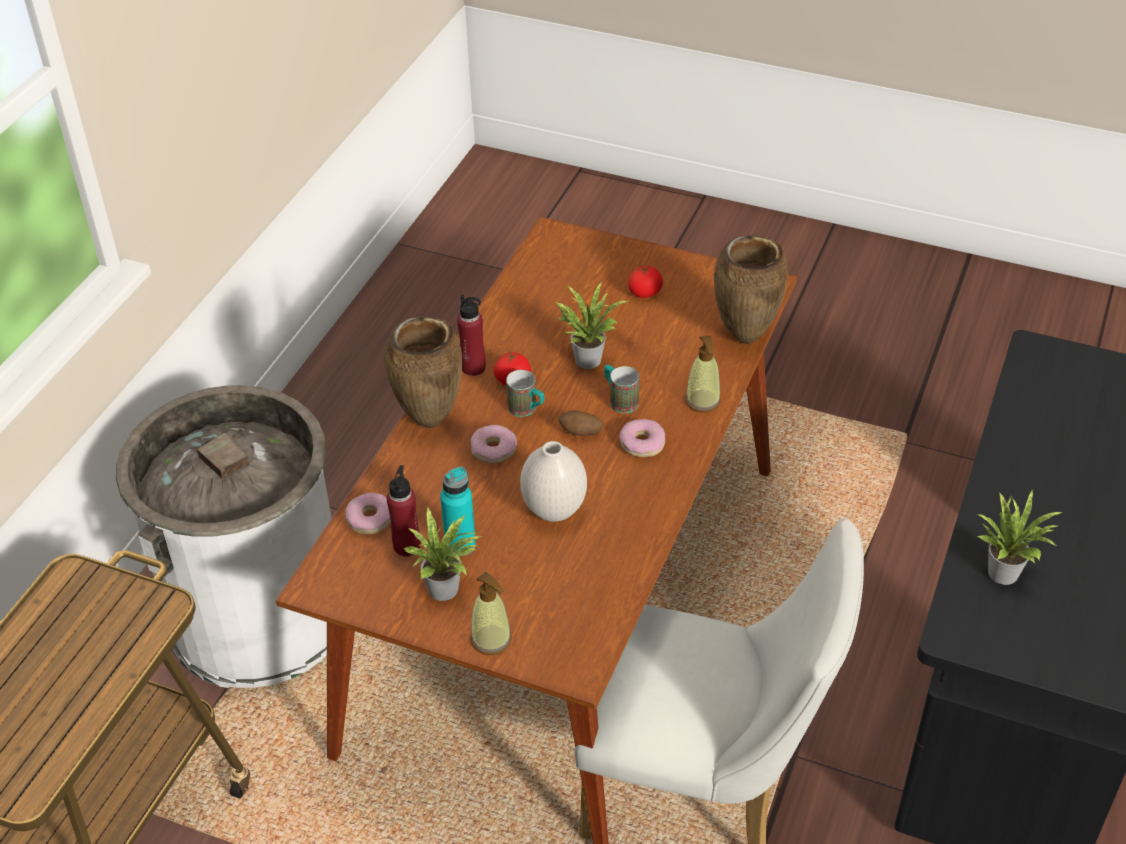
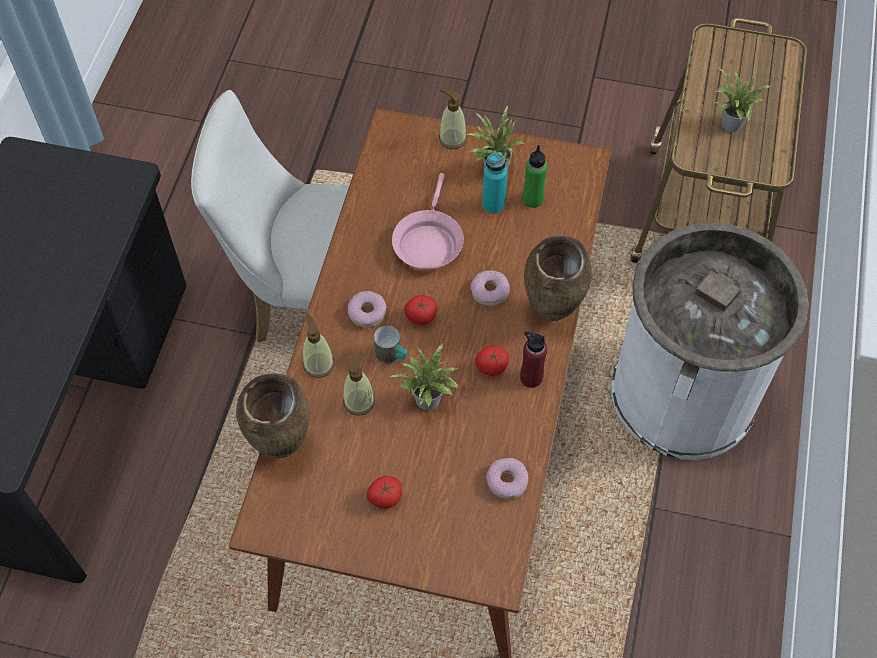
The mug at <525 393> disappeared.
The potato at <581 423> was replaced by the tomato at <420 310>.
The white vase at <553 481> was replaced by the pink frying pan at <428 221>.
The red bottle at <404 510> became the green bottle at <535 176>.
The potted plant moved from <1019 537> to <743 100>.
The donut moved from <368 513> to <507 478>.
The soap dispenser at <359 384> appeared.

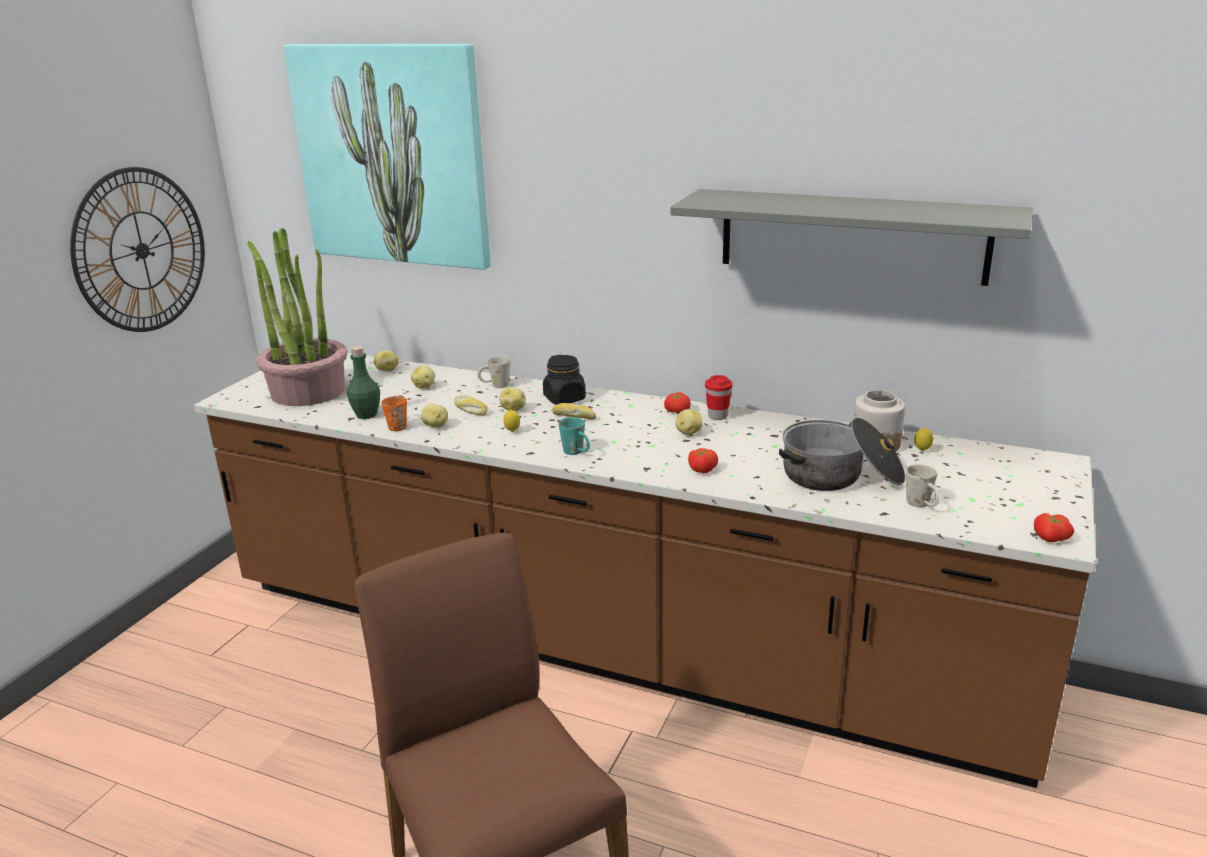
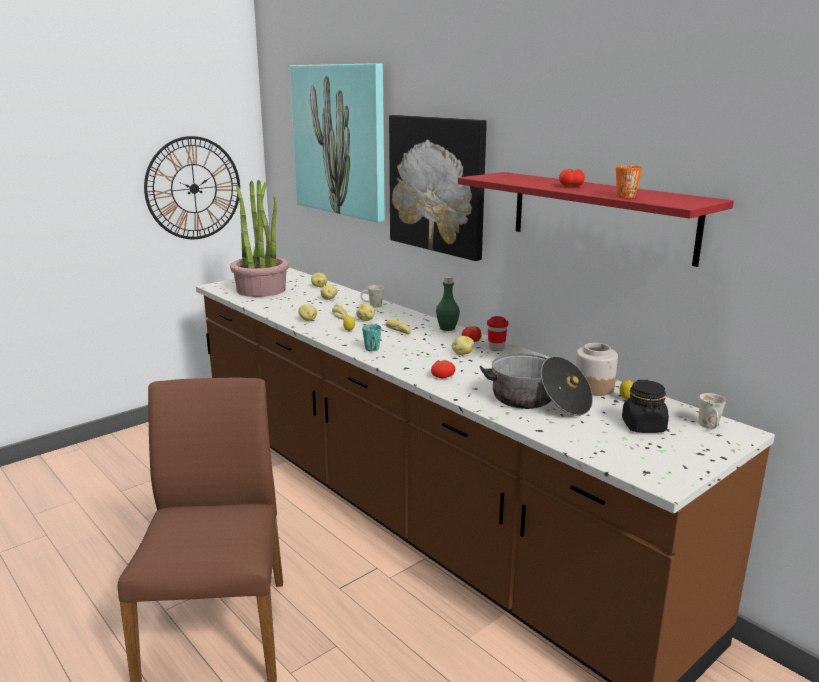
The grey shelf at <851 237> became the red shelf at <596 219>.
The green bottle moved from <363 382> to <448 303>.
The black jar moved from <564 380> to <645 406>.
The orange mug moved from <394 413> to <629 181>.
The white mug moved from <922 485> to <712 411>.
The tomato moved from <1054 527> to <572 178>.
The picture at <438 188> appeared.

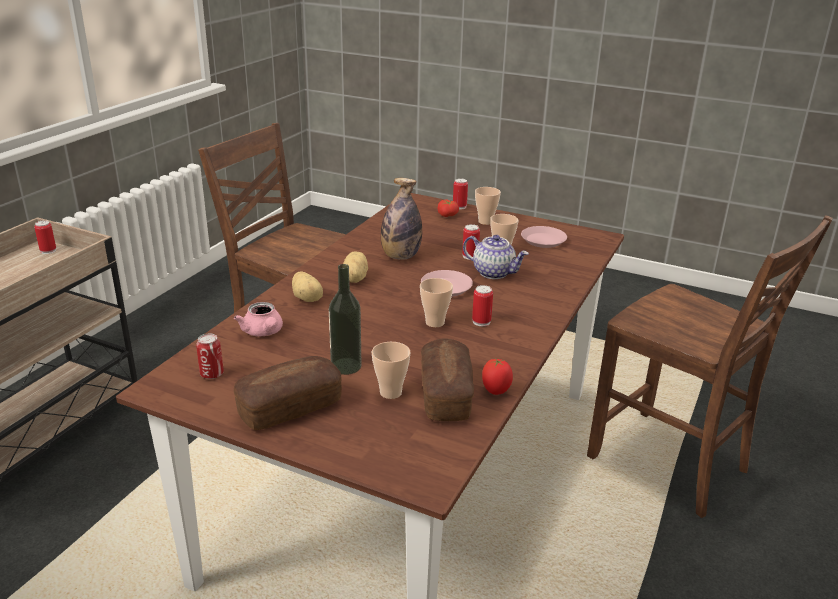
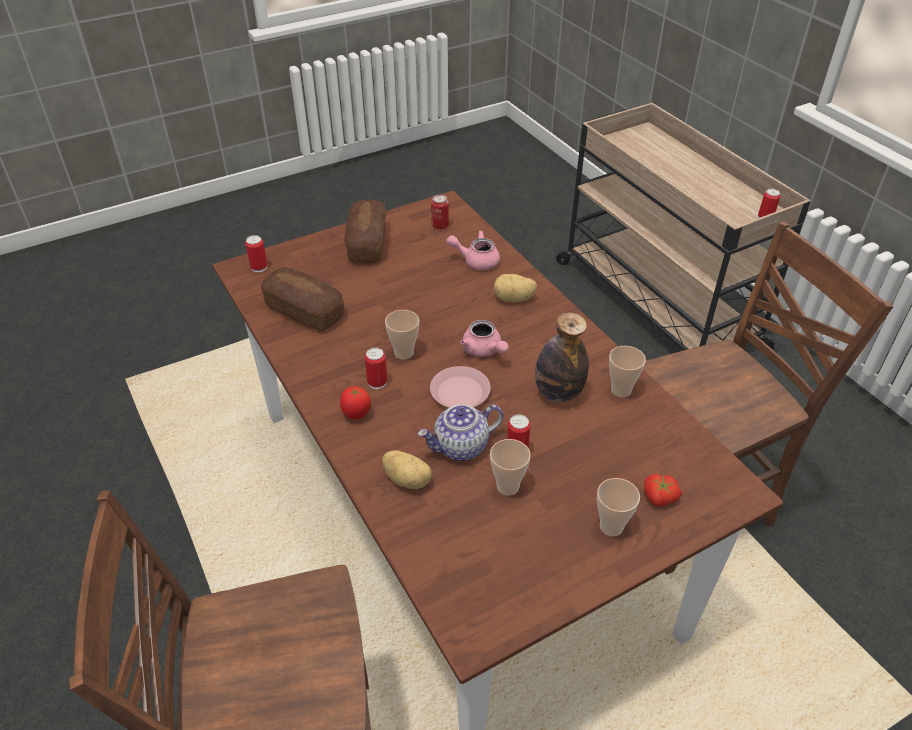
The can moved from <460 193> to <256 253>.
The pink plate at <544 237> disappeared.
The potato moved from <355 267> to <407 469>.
The bottle at <345 319> disappeared.
The cup moved from <391 370> to <627 371>.
The tomato moved from <497 376> to <355 403>.
The pink teapot at <485 338> appeared.

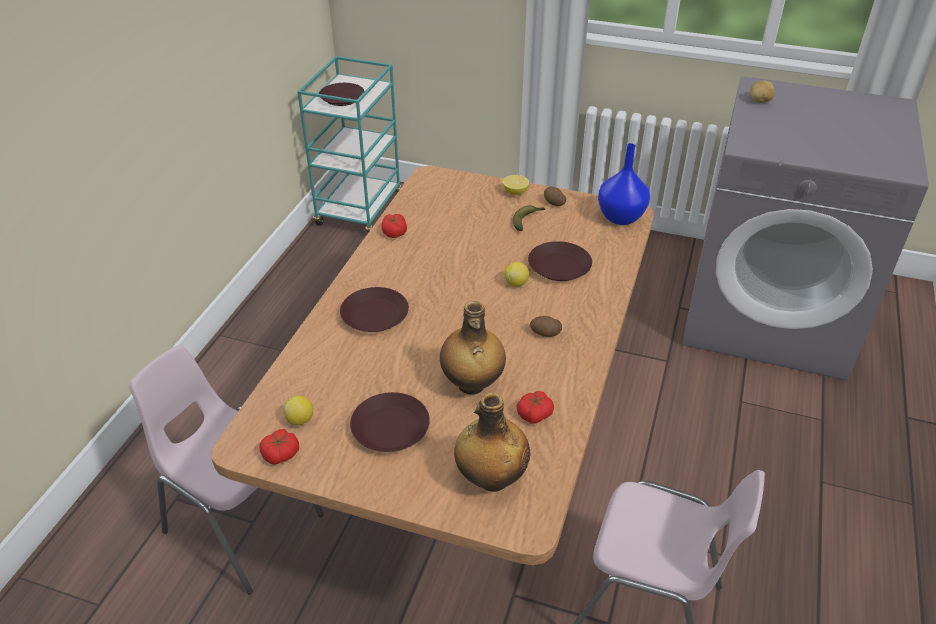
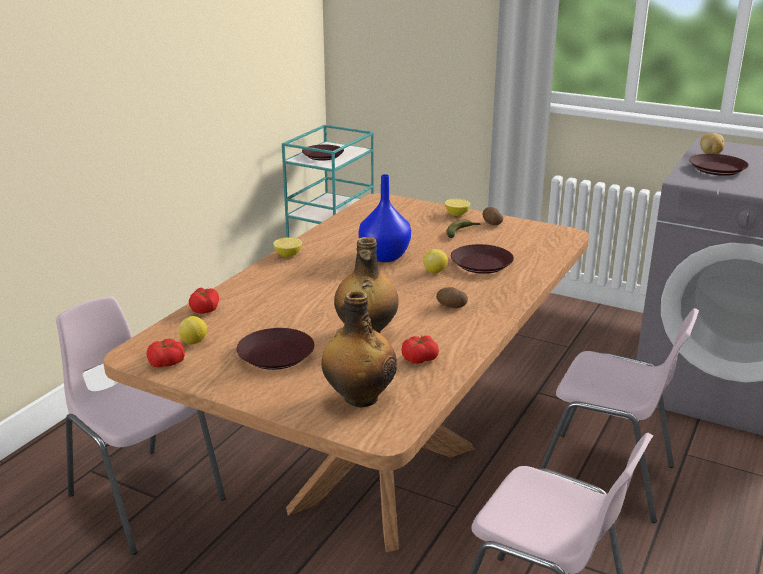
The blue vase moved from <624 184> to <384 218>.
The tomato moved from <394 226> to <204 300>.
The brown plate moved from <374 309> to <719 165>.
The lemon at <287 247> appeared.
The pink chair at <619 415> appeared.

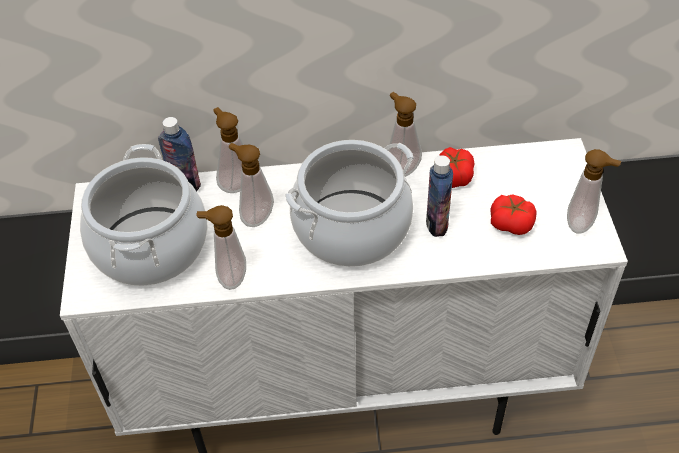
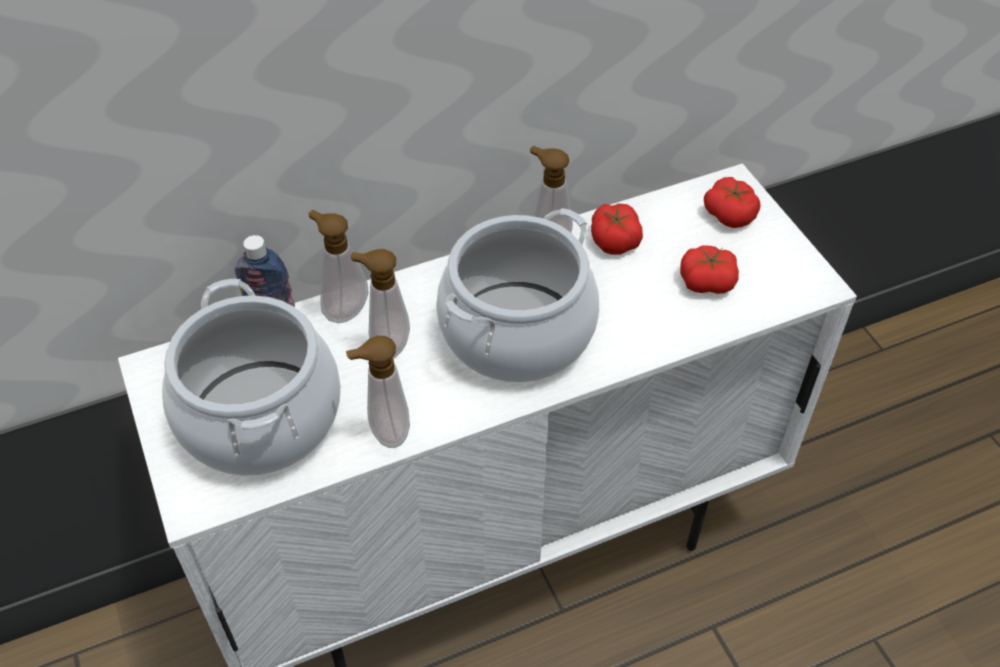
The soap dispenser at <594 191> disappeared.
The bottle at <439 196> disappeared.
The tomato at <732 202> appeared.

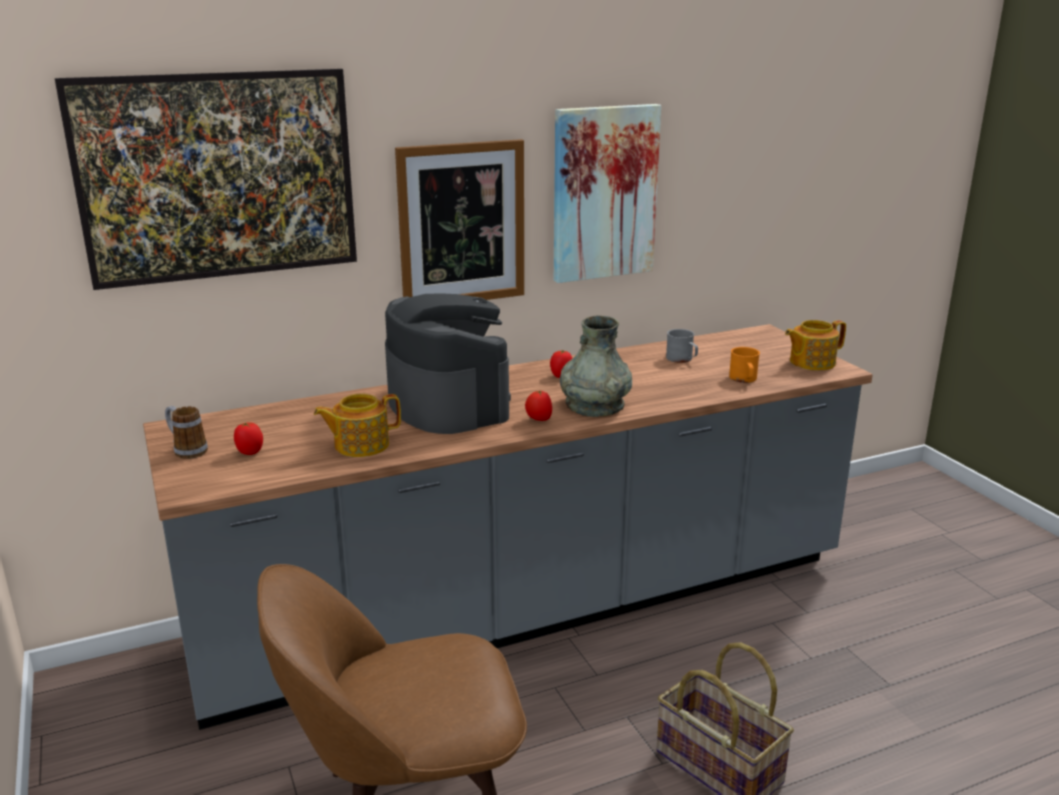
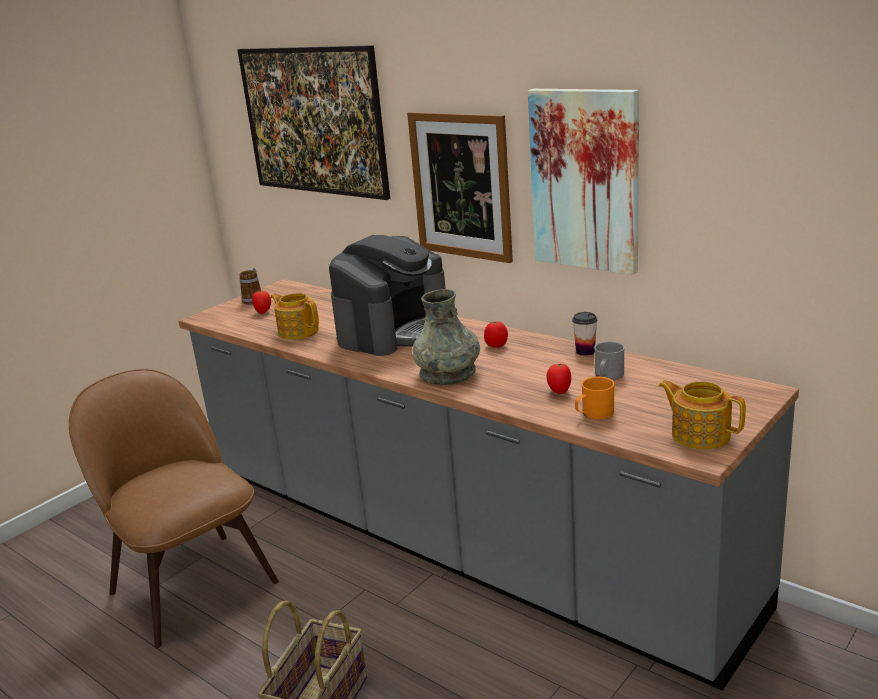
The tomato moved from <538 406> to <559 378>.
The cup at <584 334> appeared.

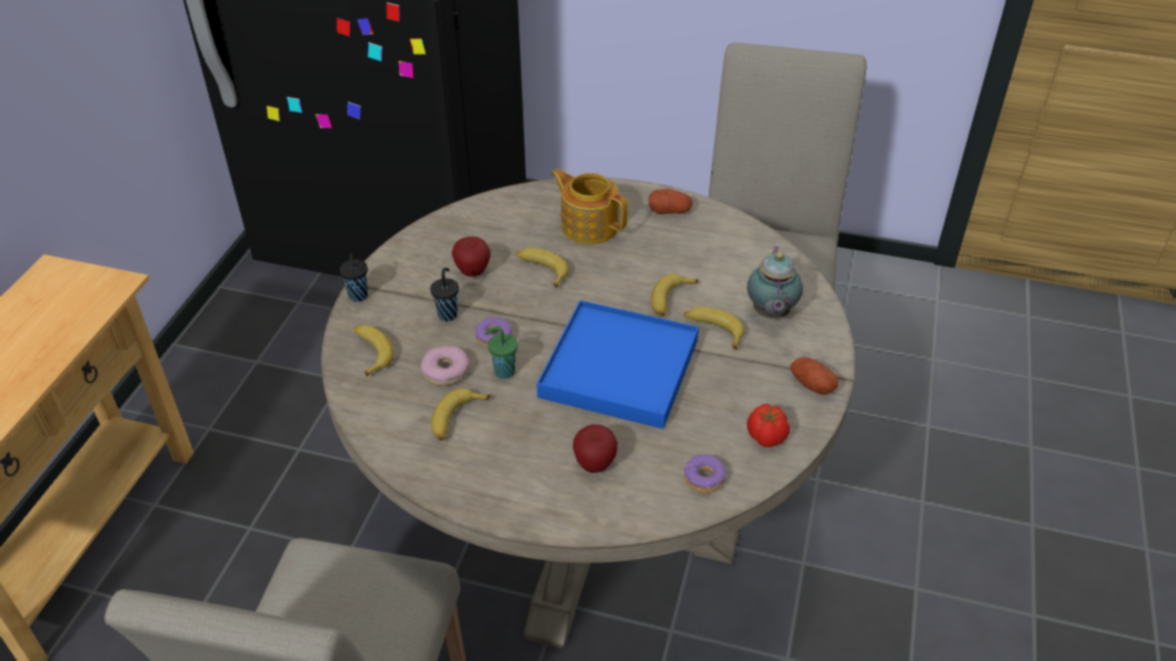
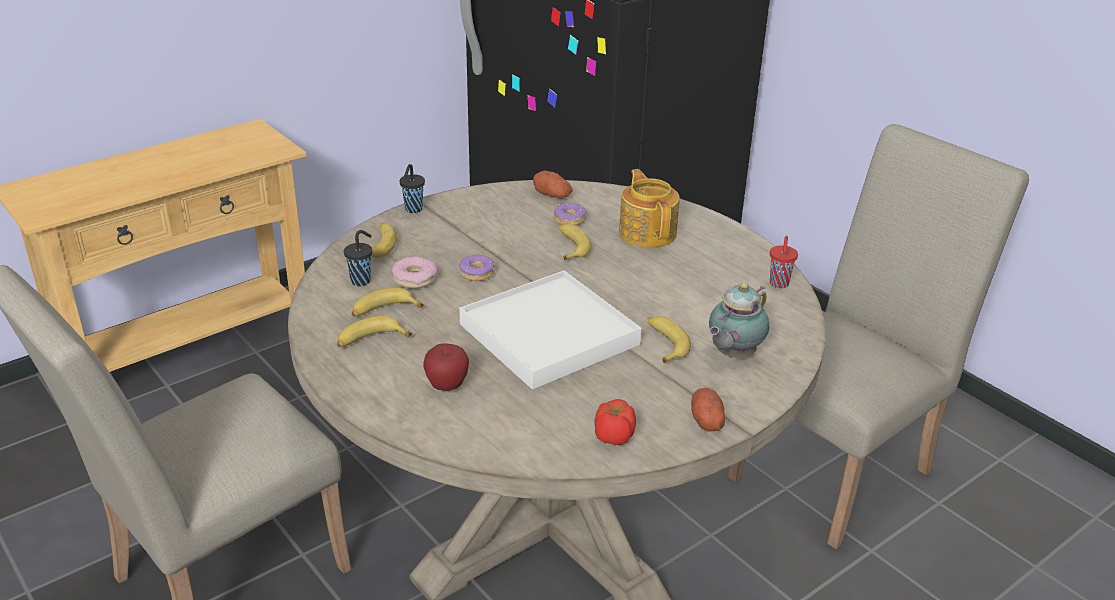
The potato moved from <671 201> to <553 185>.
The apple at <471 256> disappeared.
The black cup moved from <444 294> to <358 258>.
The banana moved from <674 295> to <374 331>.
The blue tray at <618 364> became the white tray at <550 330>.
The green cup at <501 353> disappeared.
The donut moved from <705 474> to <570 214>.
The red cup at <784 262> appeared.

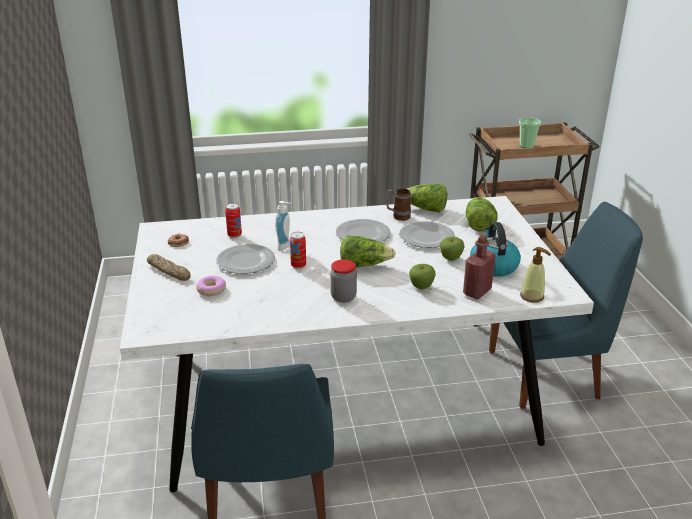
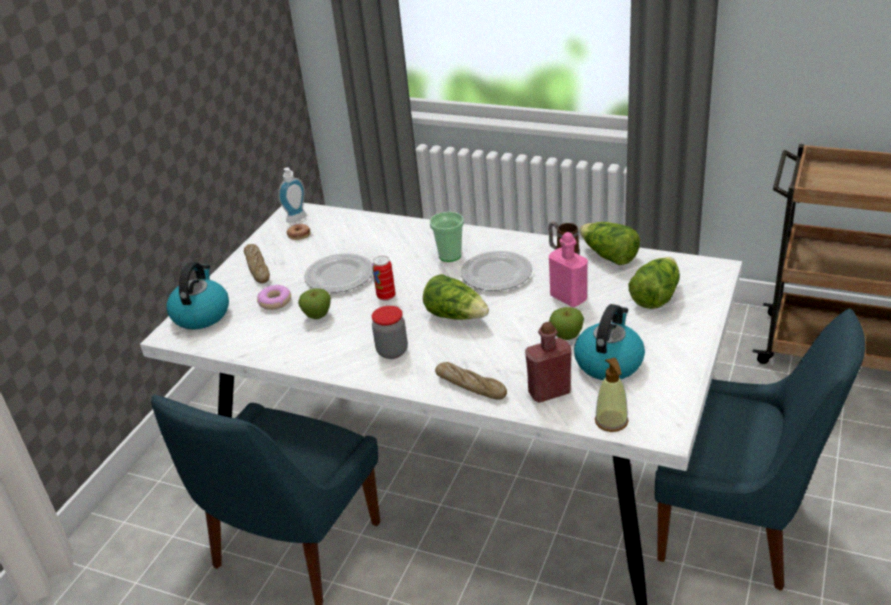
The cup moved from <530 133> to <447 237>.
The soap dispenser moved from <283 226> to <292 195>.
The can at <233 220> disappeared.
The plate at <427 234> was replaced by the pink bottle at <568 269>.
The apple moved from <422 276> to <314 304>.
The kettle at <197 295> appeared.
The bread at <471 381> appeared.

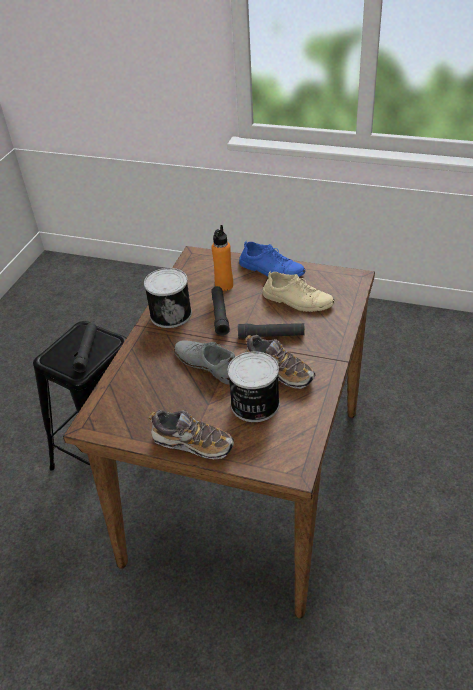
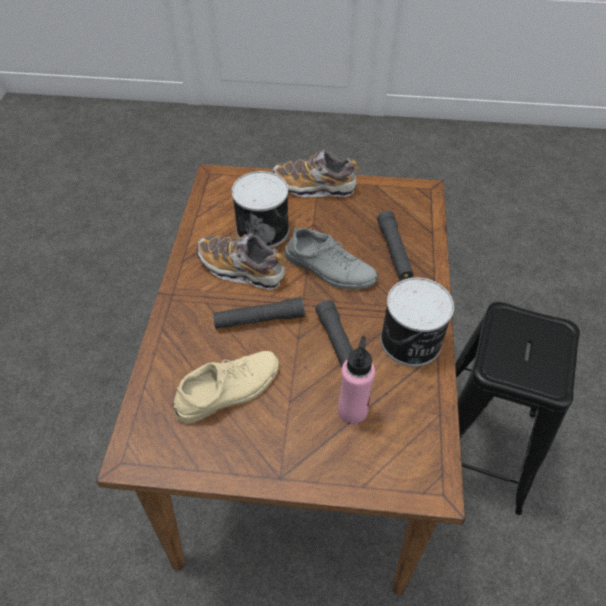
The orange bottle at <222 258> became the pink bottle at <356 380>.
The blue shoe at <272 258> disappeared.
The beige shoe at <299 291> turned 135 degrees clockwise.
The black flashlight moved from <84 347> to <395 246>.

